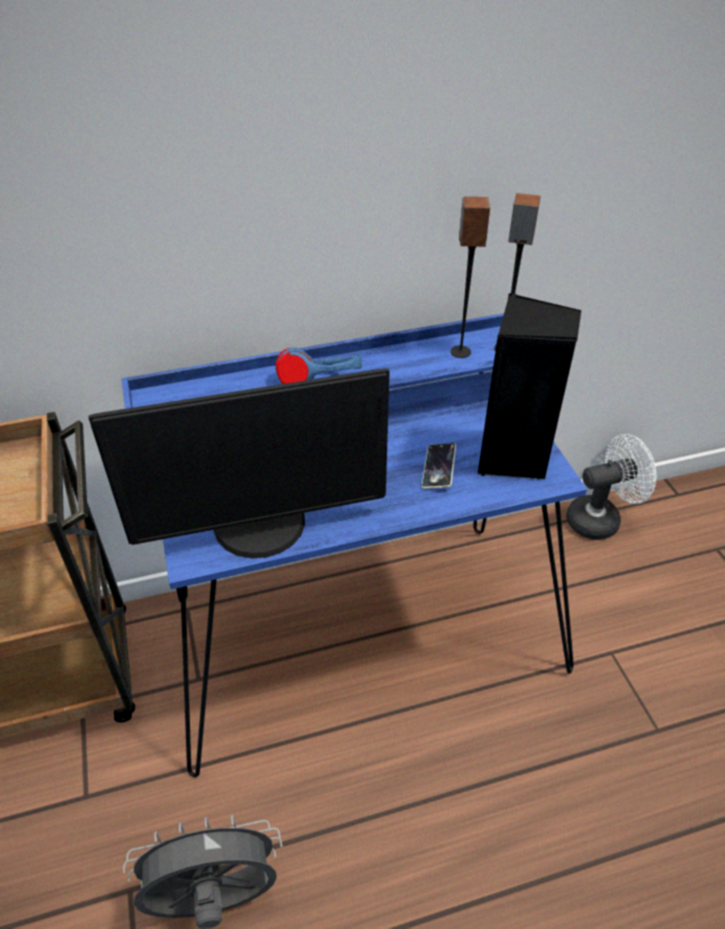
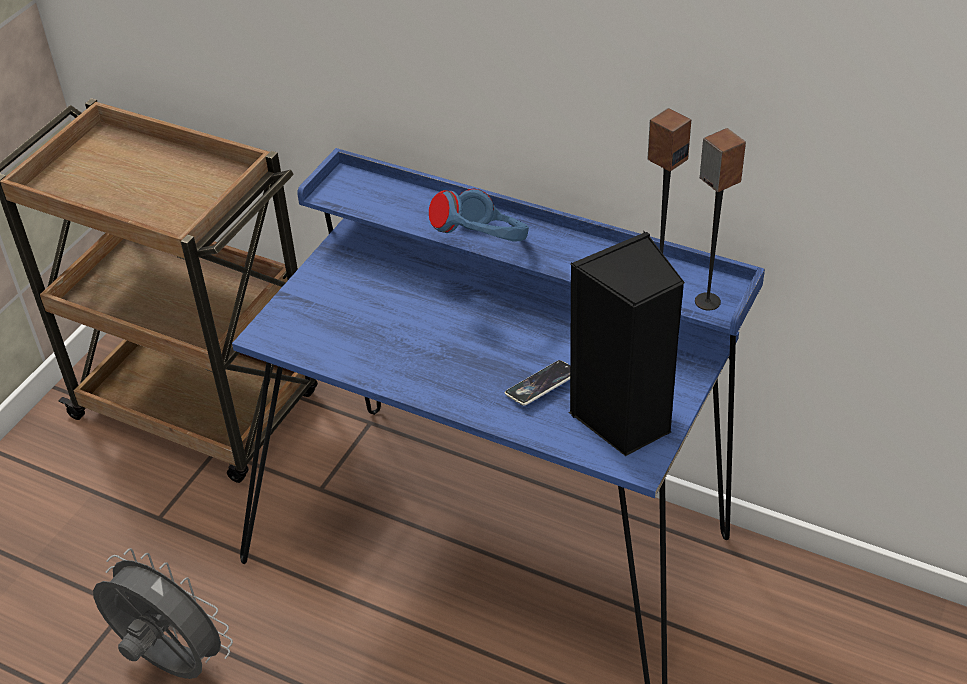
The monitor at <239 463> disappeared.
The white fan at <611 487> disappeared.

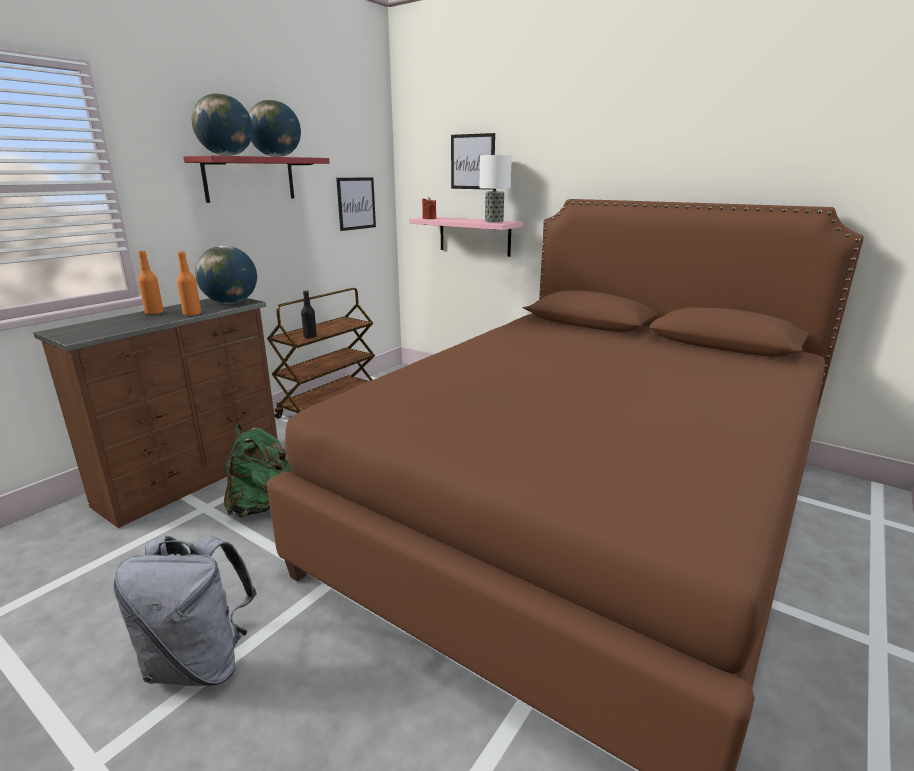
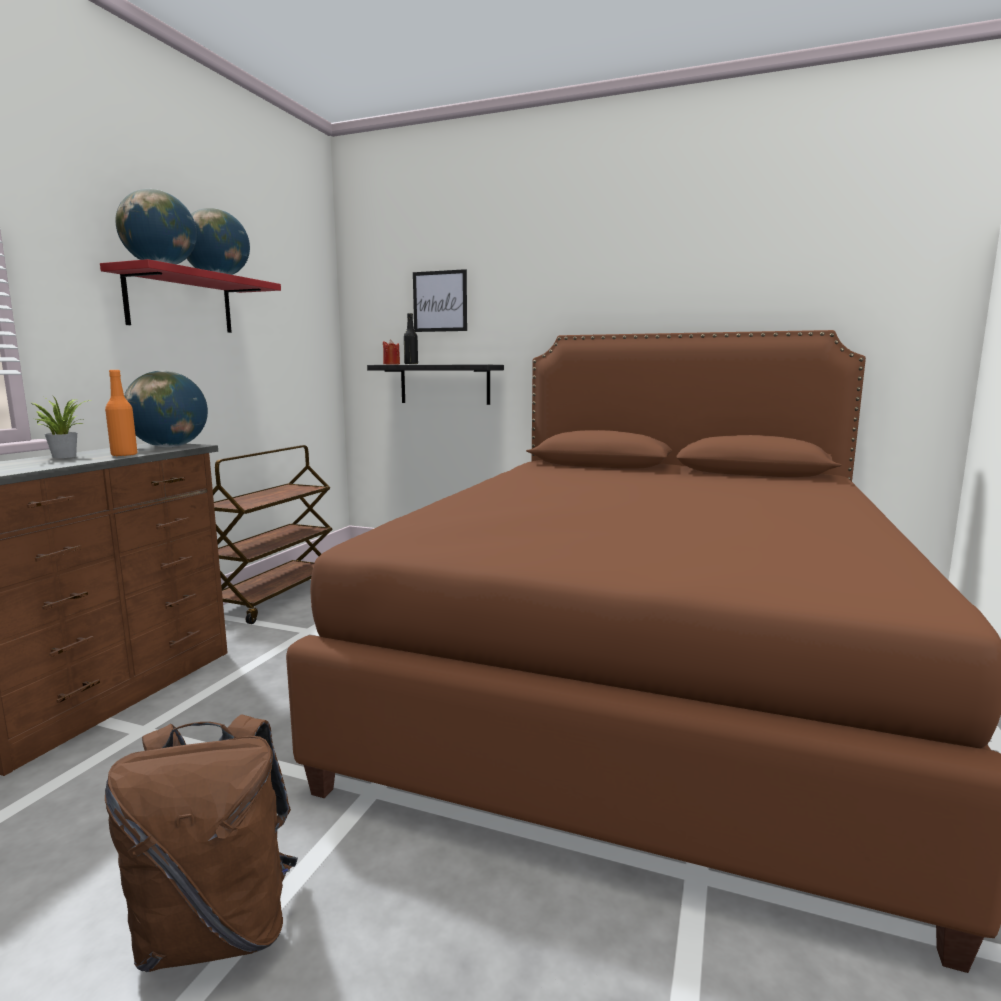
The table lamp at <496 189> disappeared.
The picture at <356 204> disappeared.
The pink shelf at <466 237> became the black shelf at <435 385>.
The orange bottle at <151 283> was replaced by the potted plant at <61 426>.
The black bottle moved from <309 314> to <411 339>.
The green backpack at <258 470> disappeared.
The grey backpack at <185 611> became the brown backpack at <201 843>.

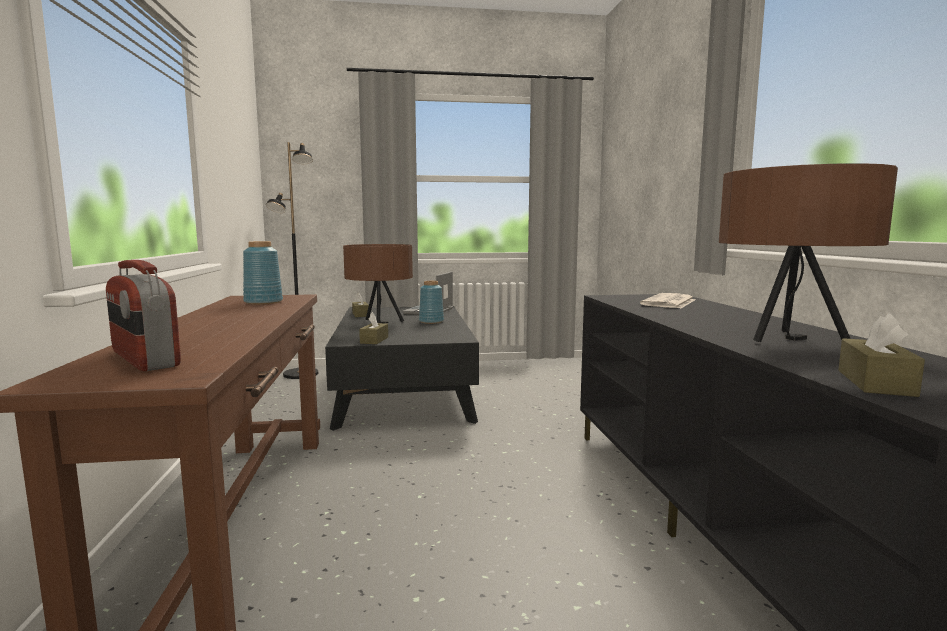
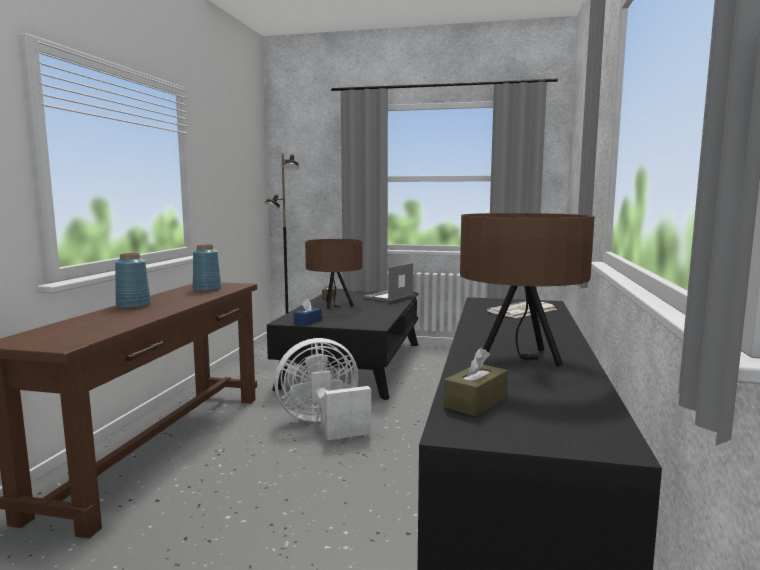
The radio at <143 315> disappeared.
The blue vase moved from <431 302> to <133 281>.
The brown tissue box at <373 328> became the blue tissue box at <308 312>.
The white fan at <322 389> appeared.

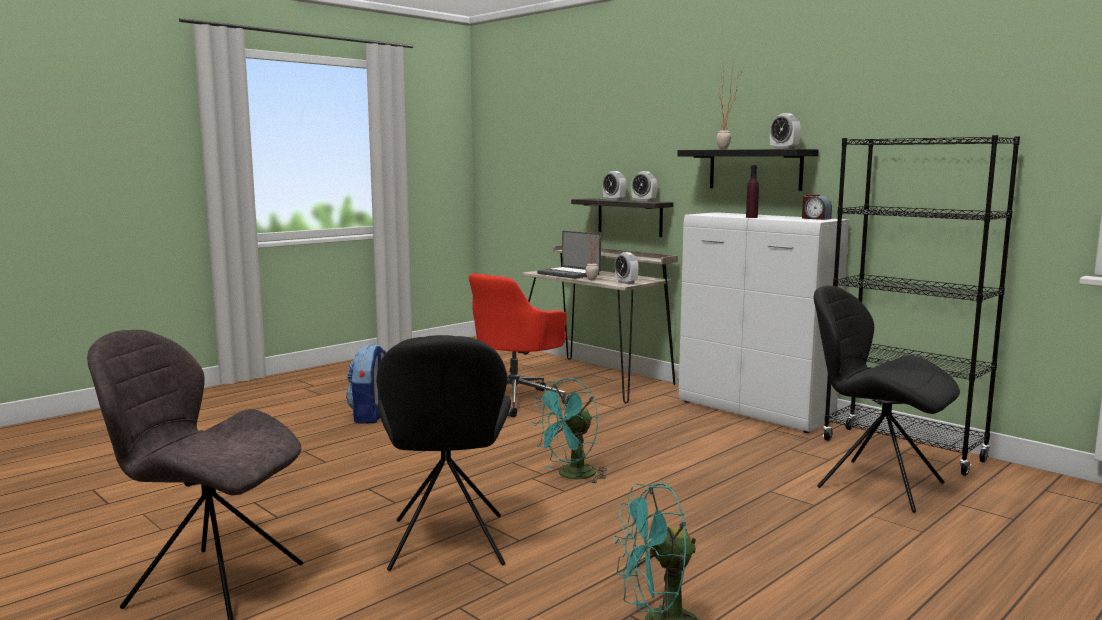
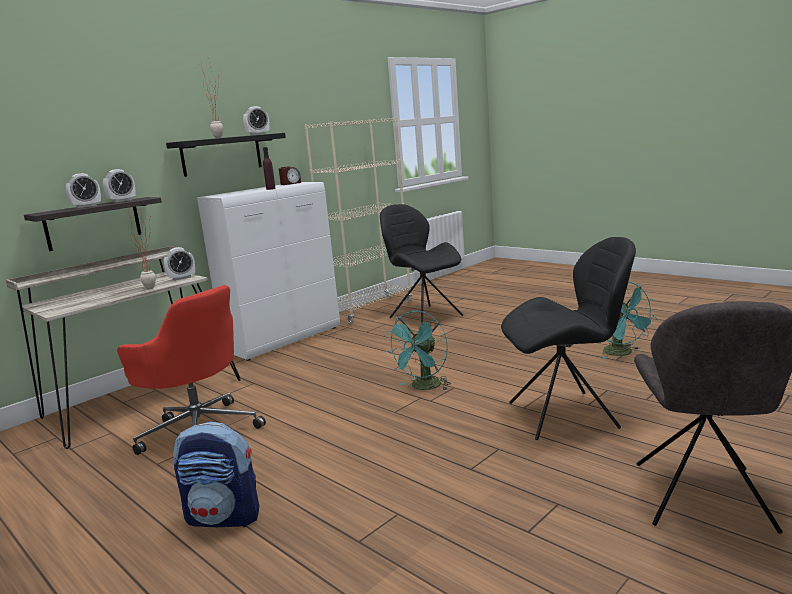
The black bookcase at <921 305> became the beige bookcase at <358 220>.
The laptop at <569 255> disappeared.
The black chair at <887 399> turned 105 degrees clockwise.
The turquoise fan at <569 431> turned 75 degrees clockwise.

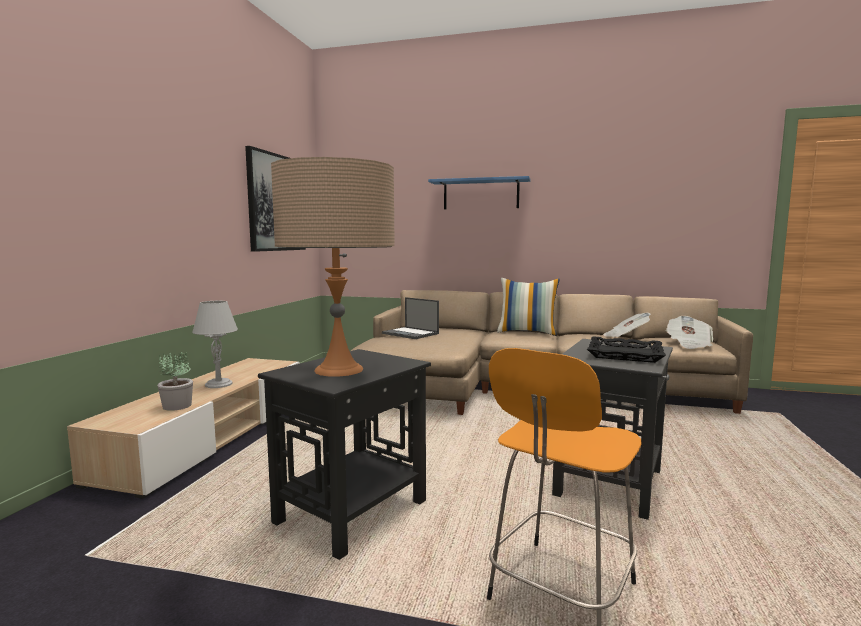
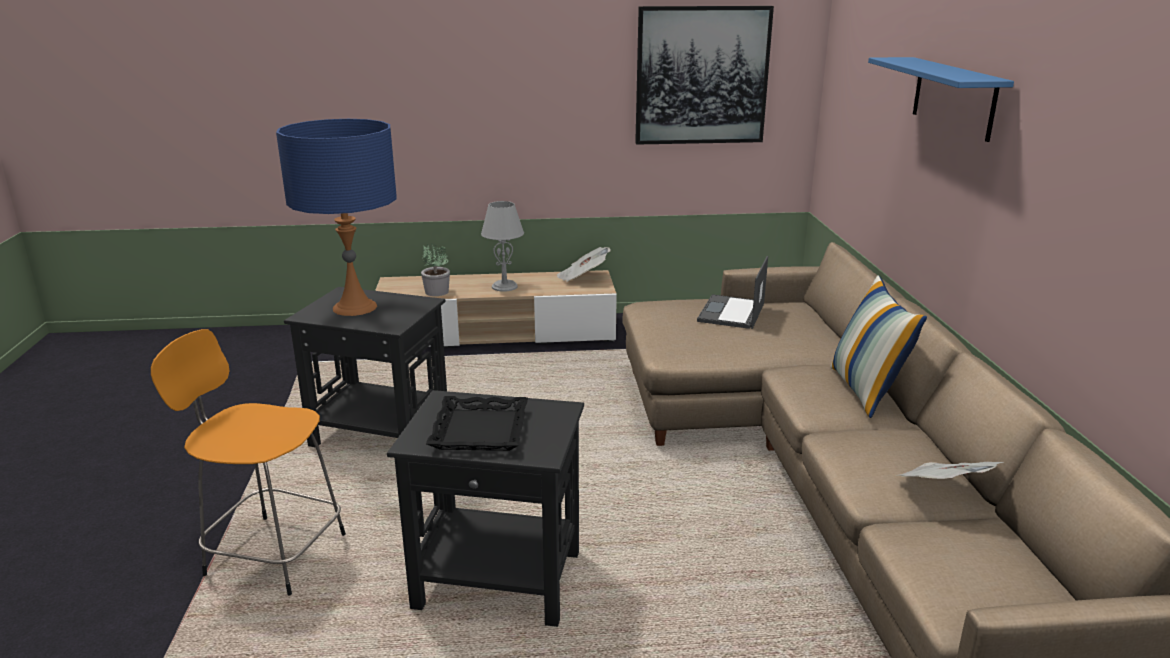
The beige table lamp at <333 267> became the blue table lamp at <336 217>.
The newspaper moved from <689 332> to <584 264>.

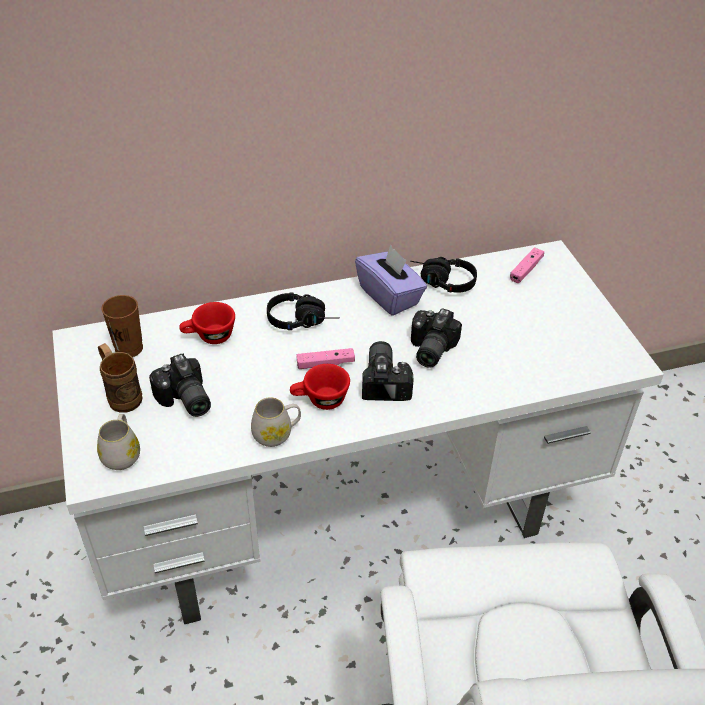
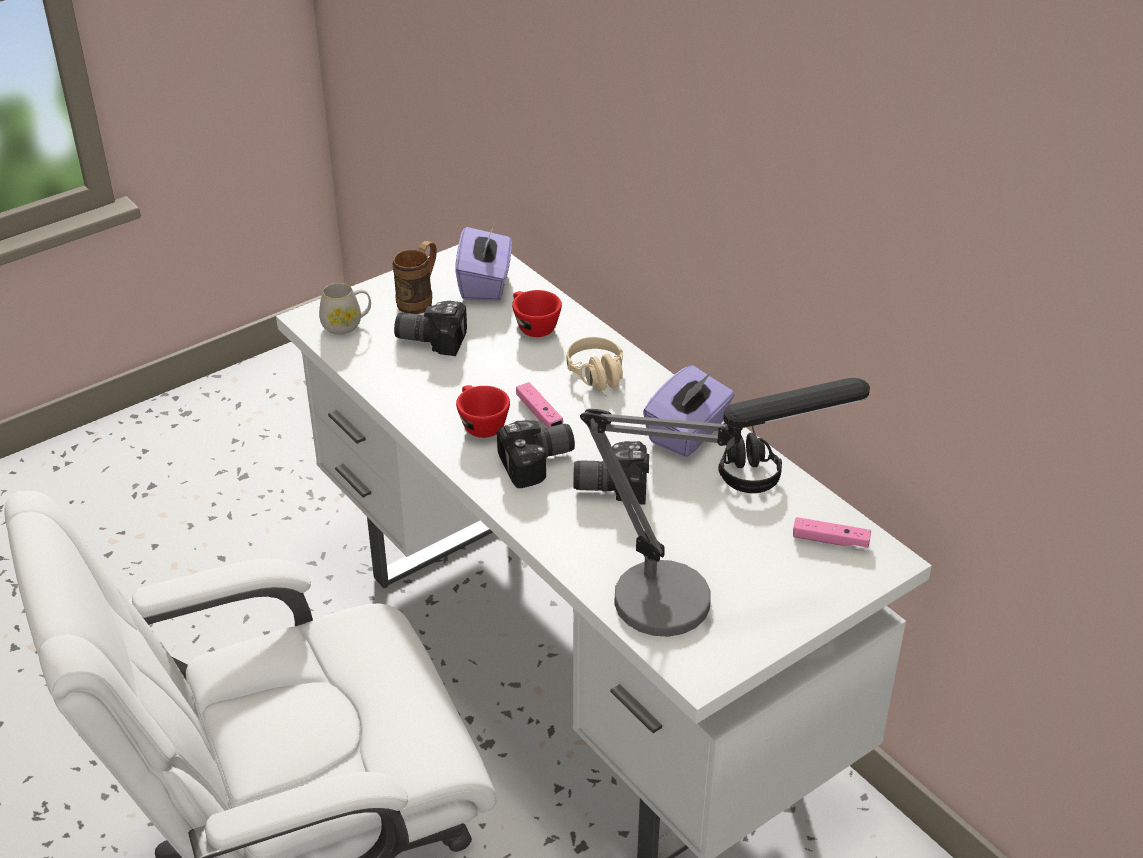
The black headphones at <303 311> became the beige headphones at <594 366>.
The brown cup at <122 326> was replaced by the purple tissue box at <484 264>.
The photo camera at <180 385> turned 60 degrees clockwise.
The white mug at <276 422> disappeared.
The table lamp at <725 507> appeared.

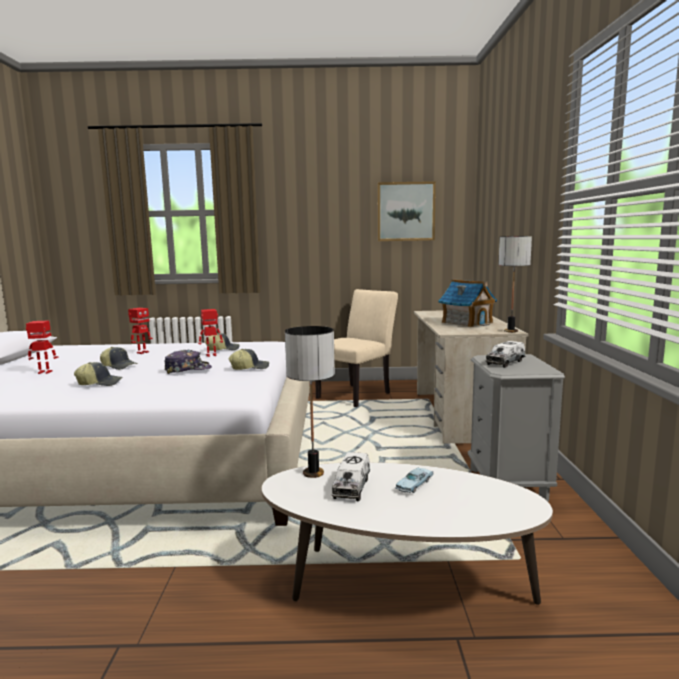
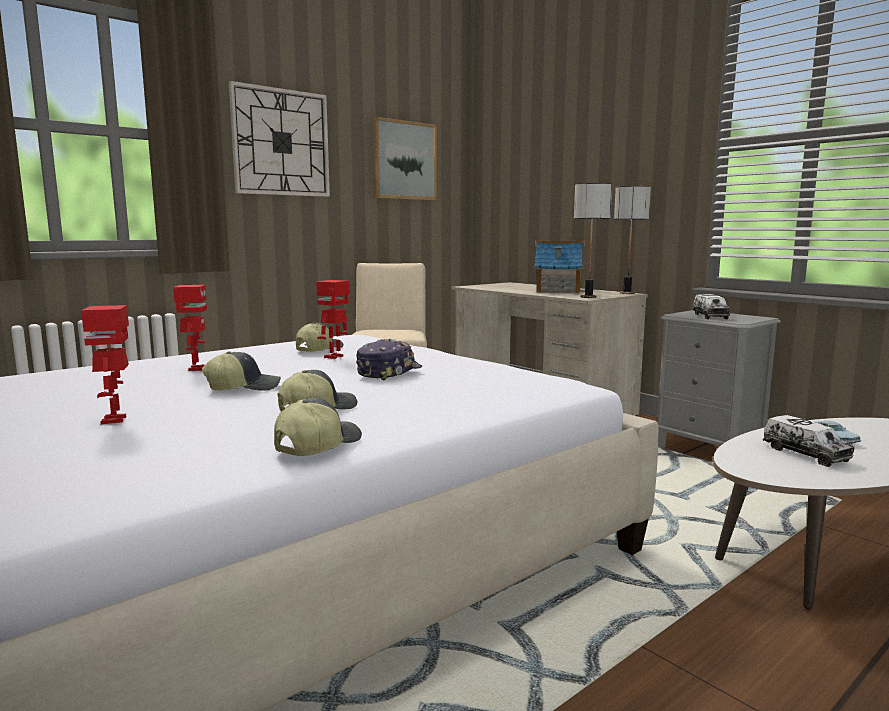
The toy robot at <42 347> turned 60 degrees counterclockwise.
The table lamp moved from <310 402> to <593 240>.
The cap moved from <248 359> to <318 427>.
The wall clock at <279 139> appeared.

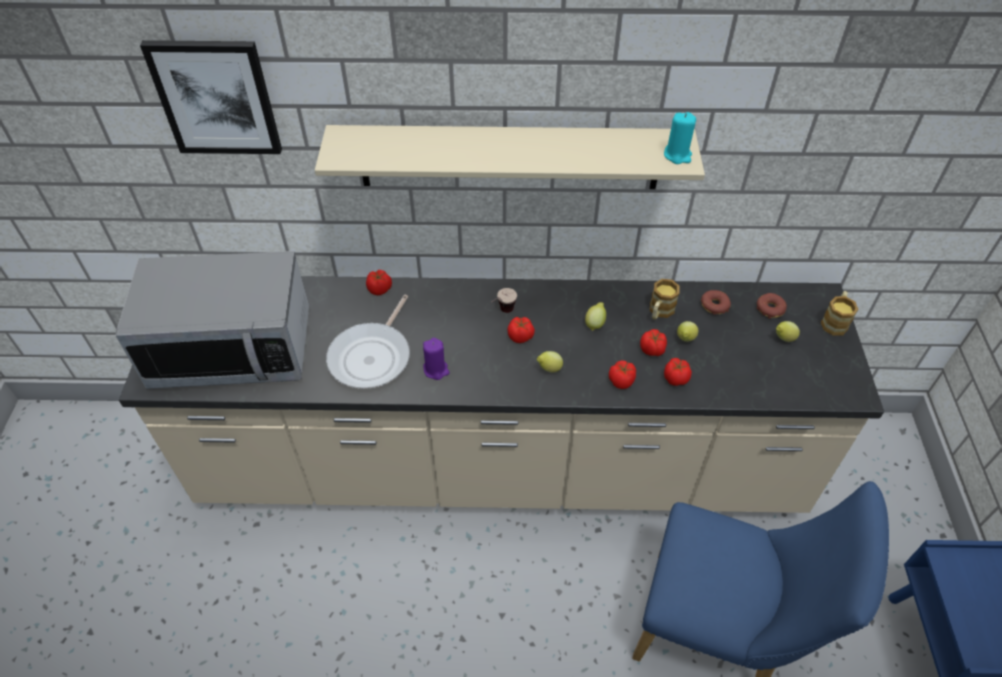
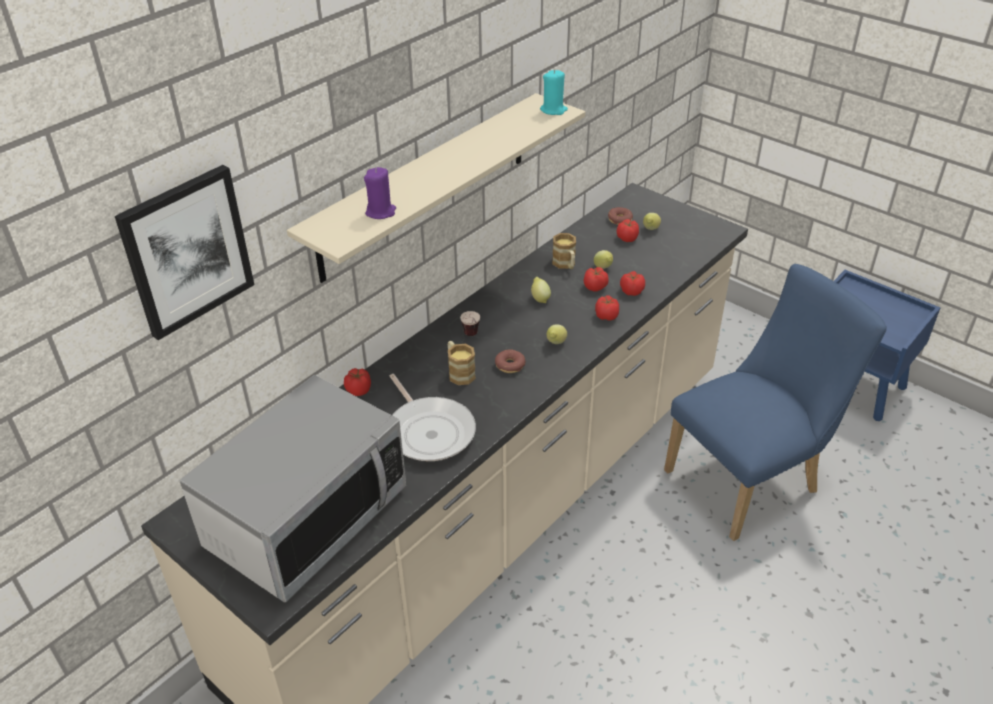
The donut moved from <716 302> to <510 361>.
The mug moved from <840 313> to <462 363>.
The tomato moved from <521 330> to <628 230>.
The purple candle moved from <436 359> to <380 193>.

